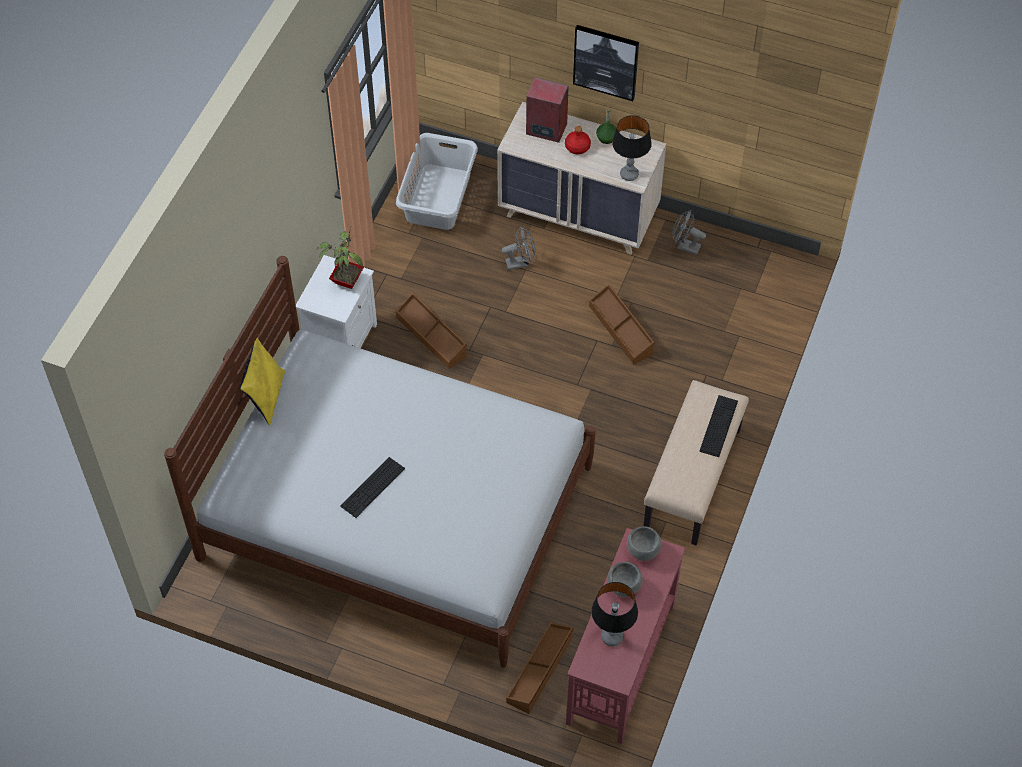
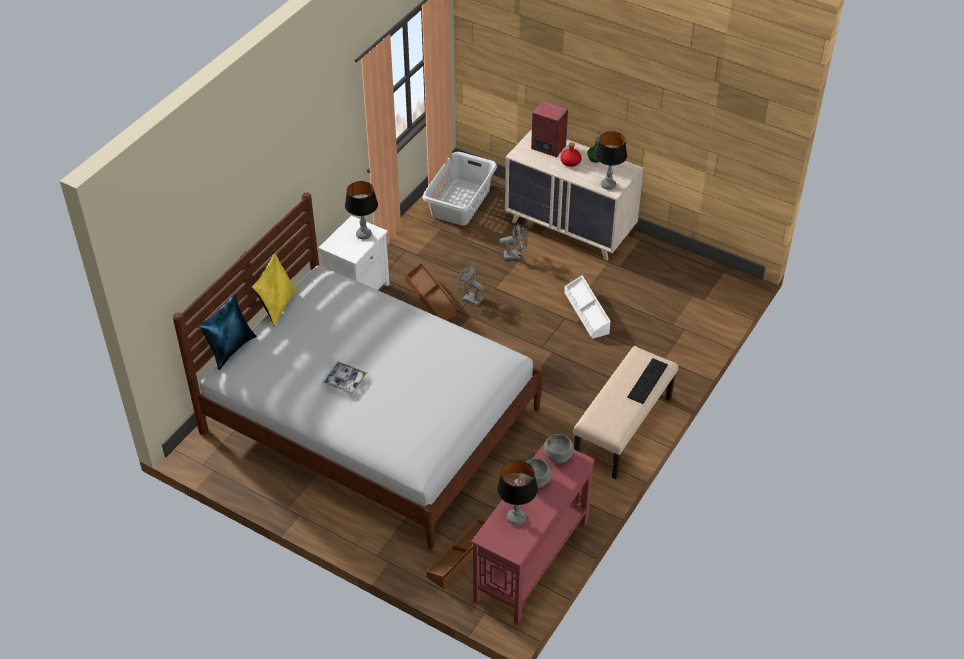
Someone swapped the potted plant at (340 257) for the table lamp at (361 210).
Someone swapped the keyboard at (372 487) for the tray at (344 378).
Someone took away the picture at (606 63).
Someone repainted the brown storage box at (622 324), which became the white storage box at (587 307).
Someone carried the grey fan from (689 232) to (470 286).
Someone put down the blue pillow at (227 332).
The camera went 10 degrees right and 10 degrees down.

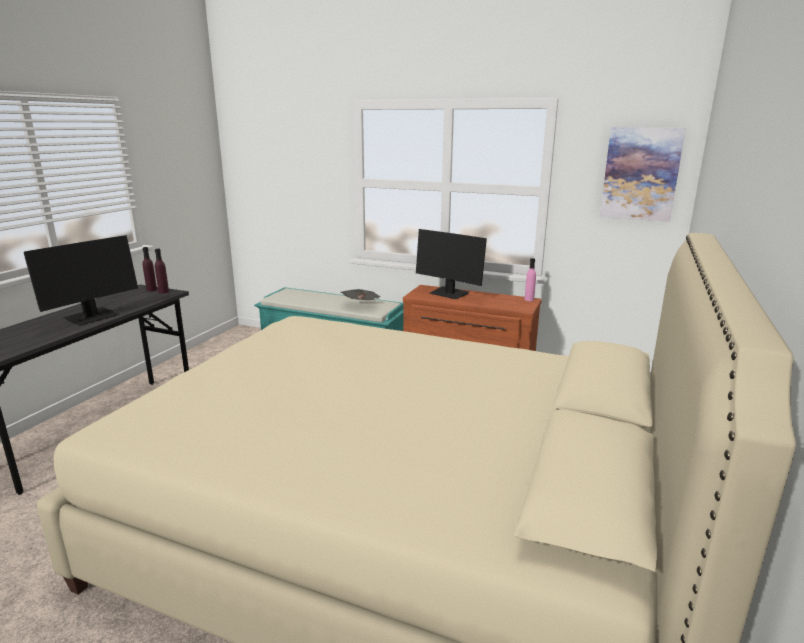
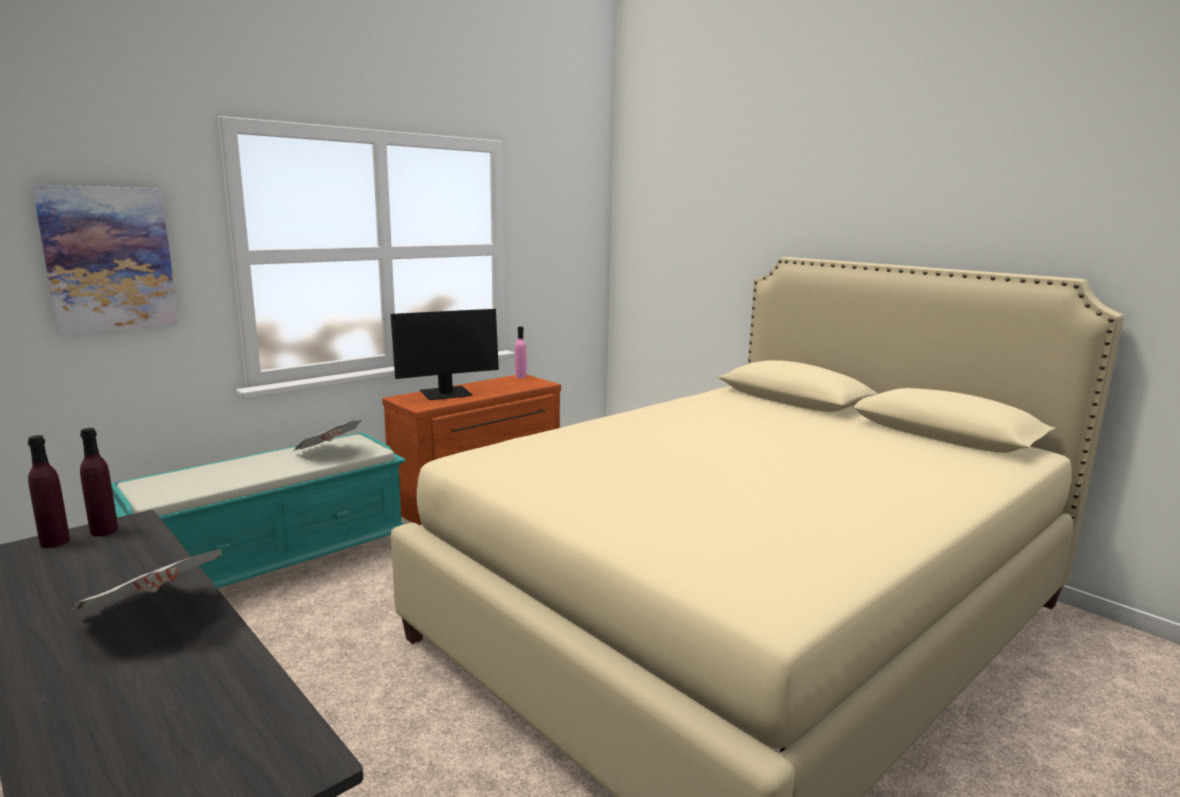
Someone swapped the monitor at (81 280) for the newspaper at (148 580).
Someone carried the picture from (643 174) to (105 260).
The camera went 65 degrees left and 5 degrees down.

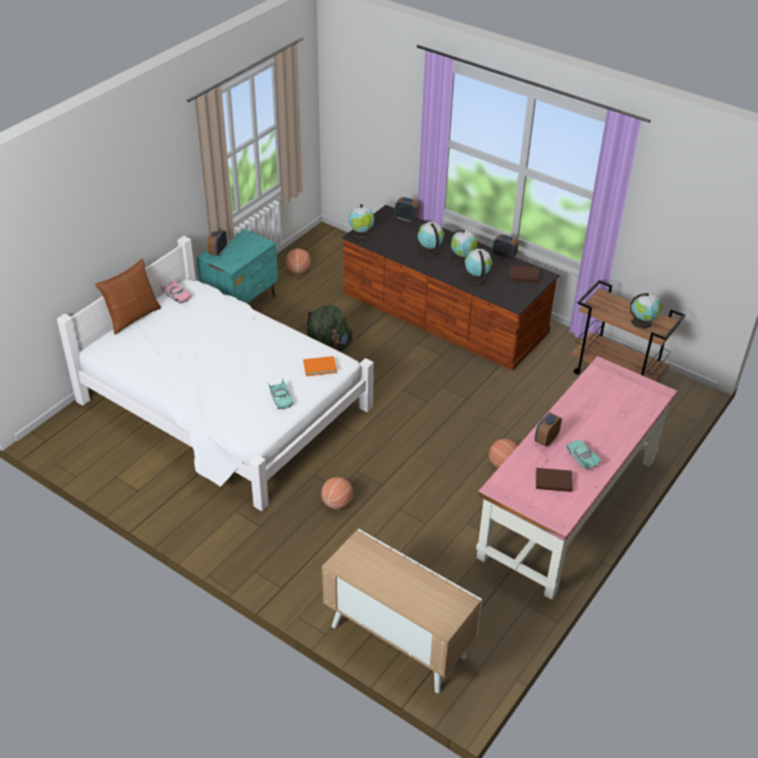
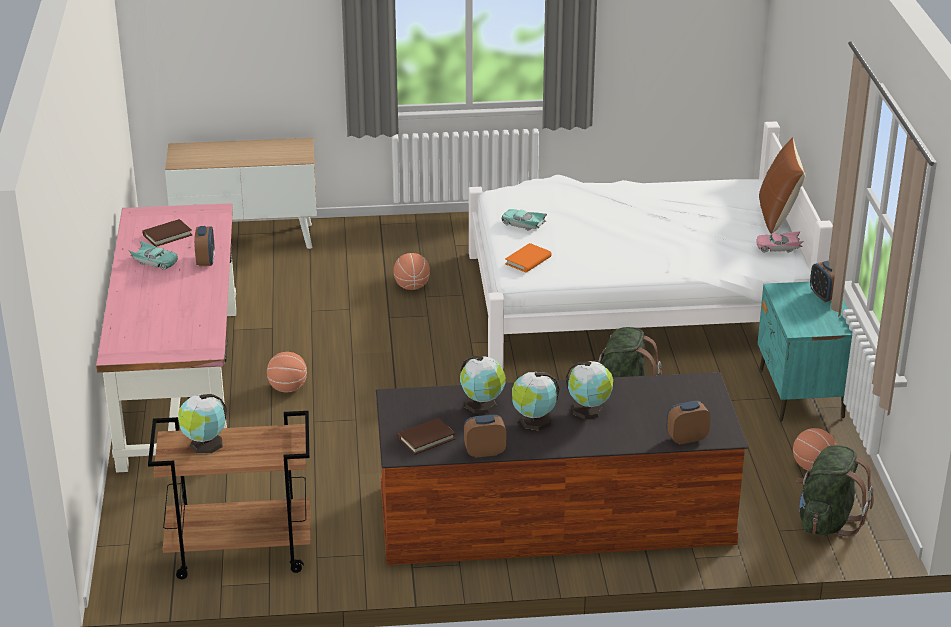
Someone took away the globe at (361 221).
Someone put down the green backpack at (835 491).
The camera went 140 degrees right and 10 degrees down.

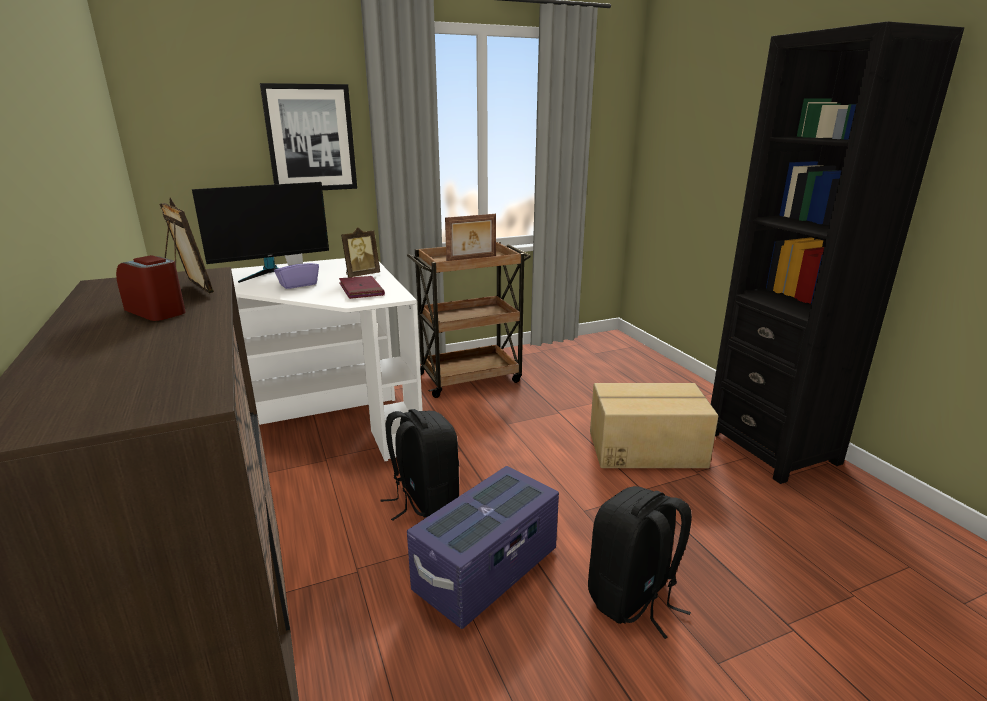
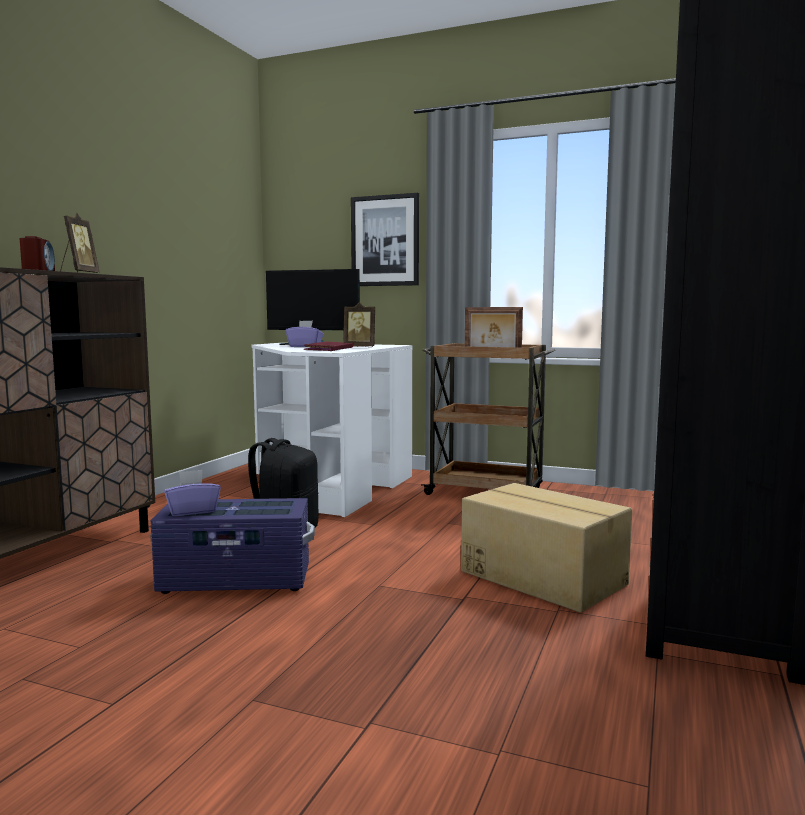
Someone took away the black backpack at (640 562).
Someone put down the purple tissue box at (192 493).
The camera went 45 degrees right and 15 degrees down.

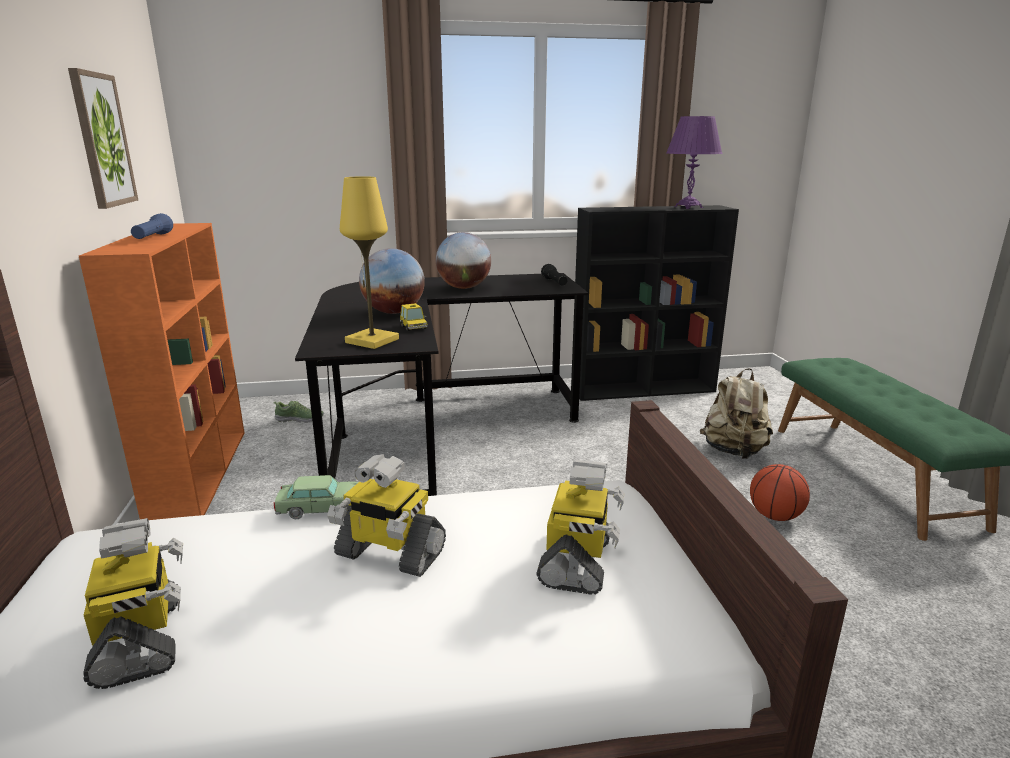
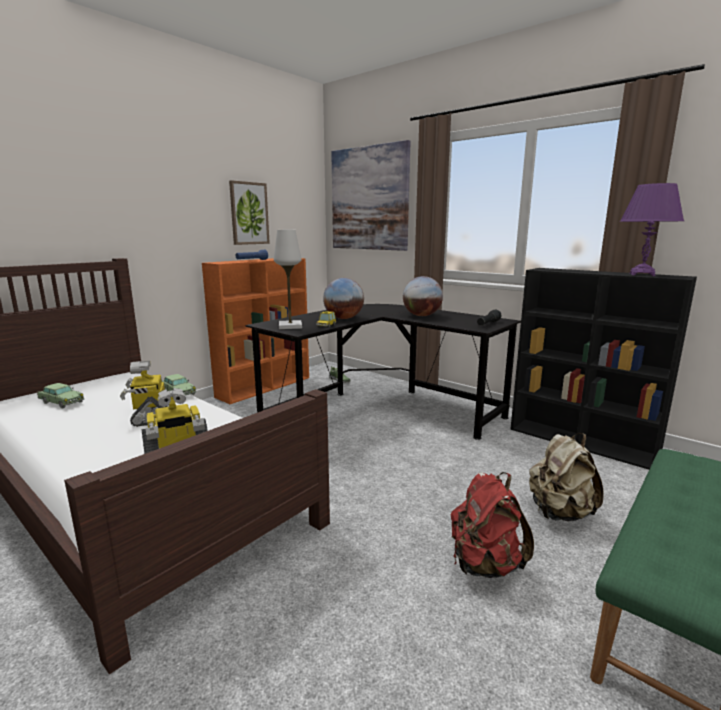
Someone swapped the toy robot at (133 603) for the toy car at (60 396).
Someone repainted the yellow table lamp at (369 262), which became the white table lamp at (288 279).
Someone swapped the basketball at (780 492) for the red backpack at (492 525).
Someone put up the picture at (371 195).
The camera went 50 degrees right and 5 degrees down.

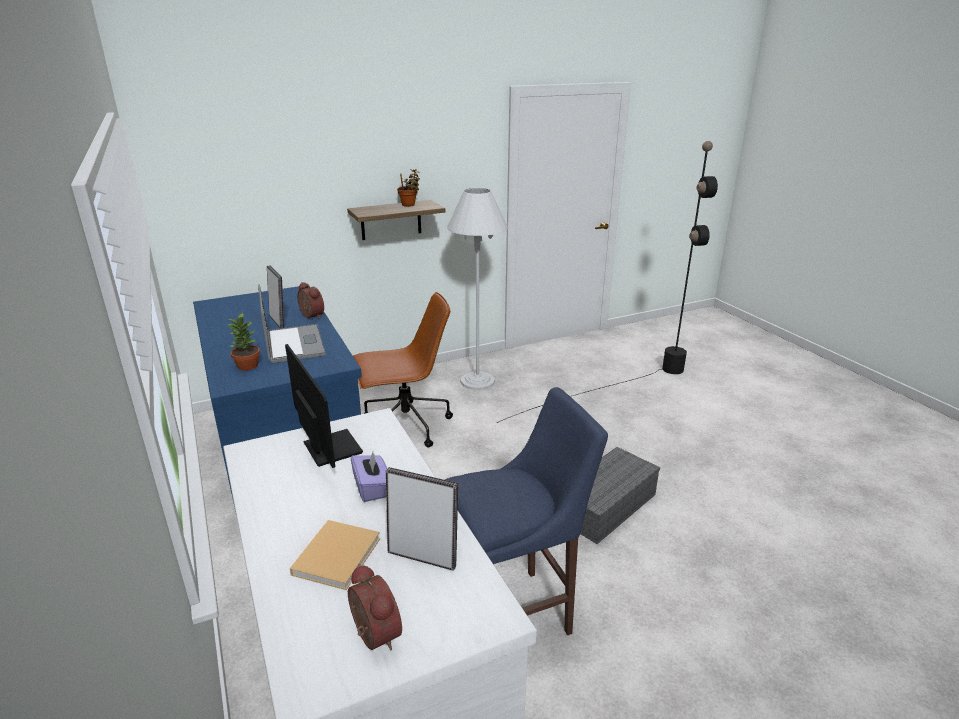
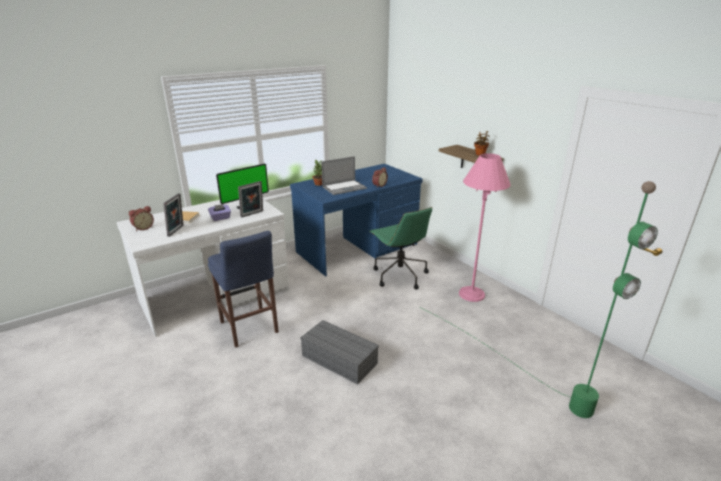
Someone carried the picture frame from (275 297) to (250 199).
Someone repainted the brown office chair at (403 370), which became the green office chair at (400 248).
Someone repainted the white floor lamp at (477 289), which became the pink floor lamp at (485 227).
Someone repainted the black floor lamp at (607 282), which became the green floor lamp at (547 299).
The camera went 80 degrees right and 0 degrees up.

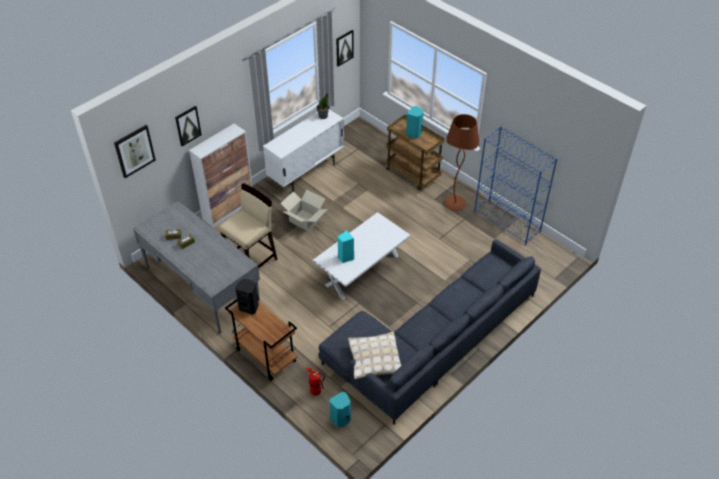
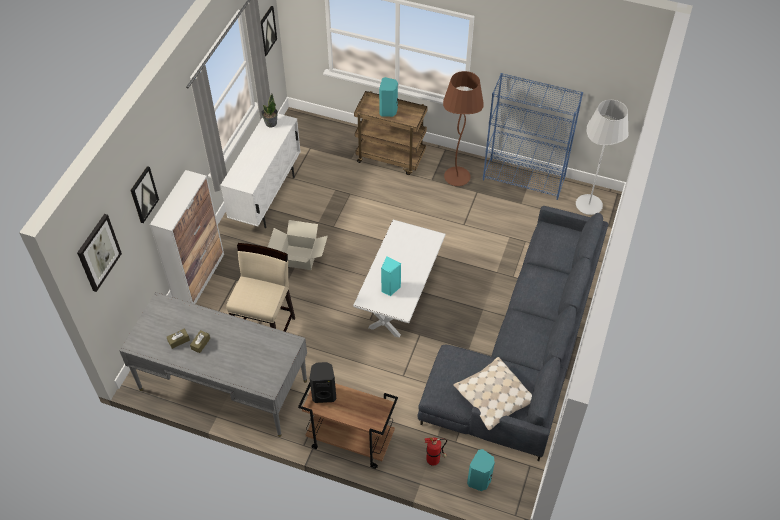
Someone put down the white floor lamp at (602 157).
The camera went 25 degrees left and 5 degrees up.

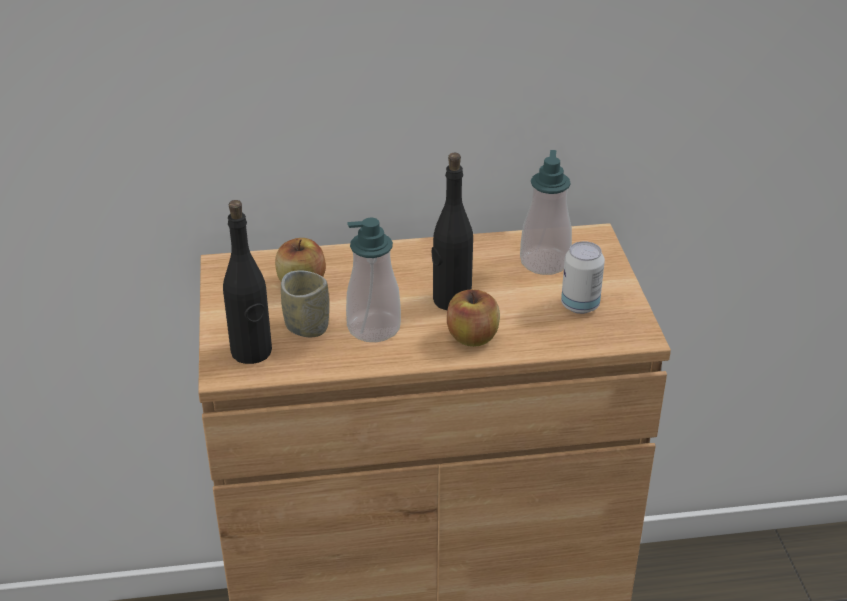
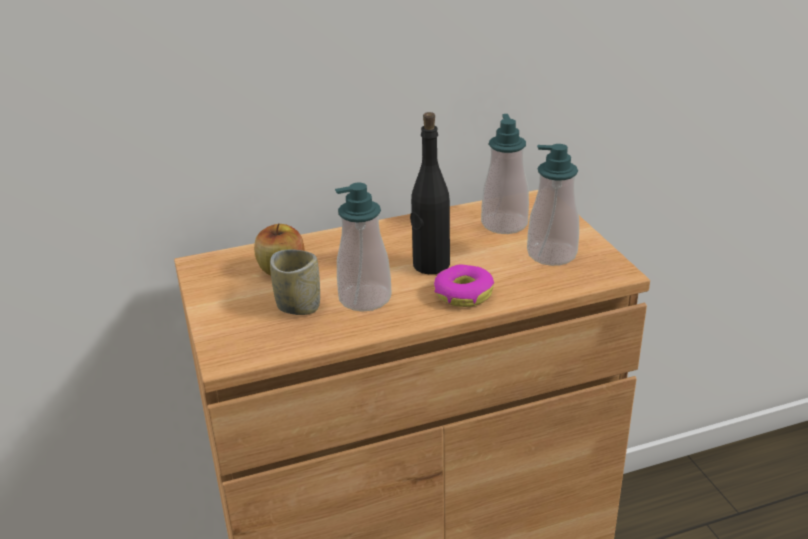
Someone took away the black bottle at (247 282).
Someone swapped the apple at (473 318) for the donut at (464 285).
Someone swapped the can at (583 277) for the soap dispenser at (553 205).
The camera went 10 degrees left and 5 degrees down.

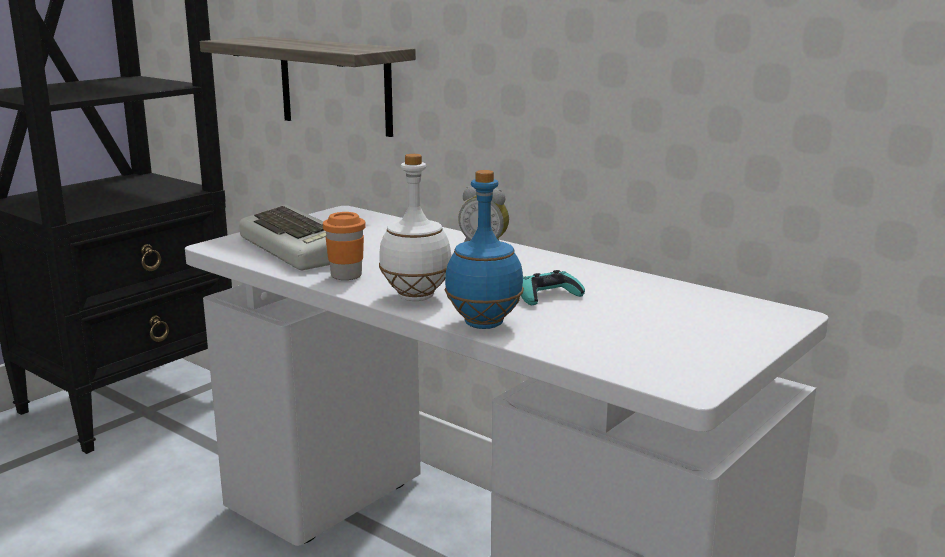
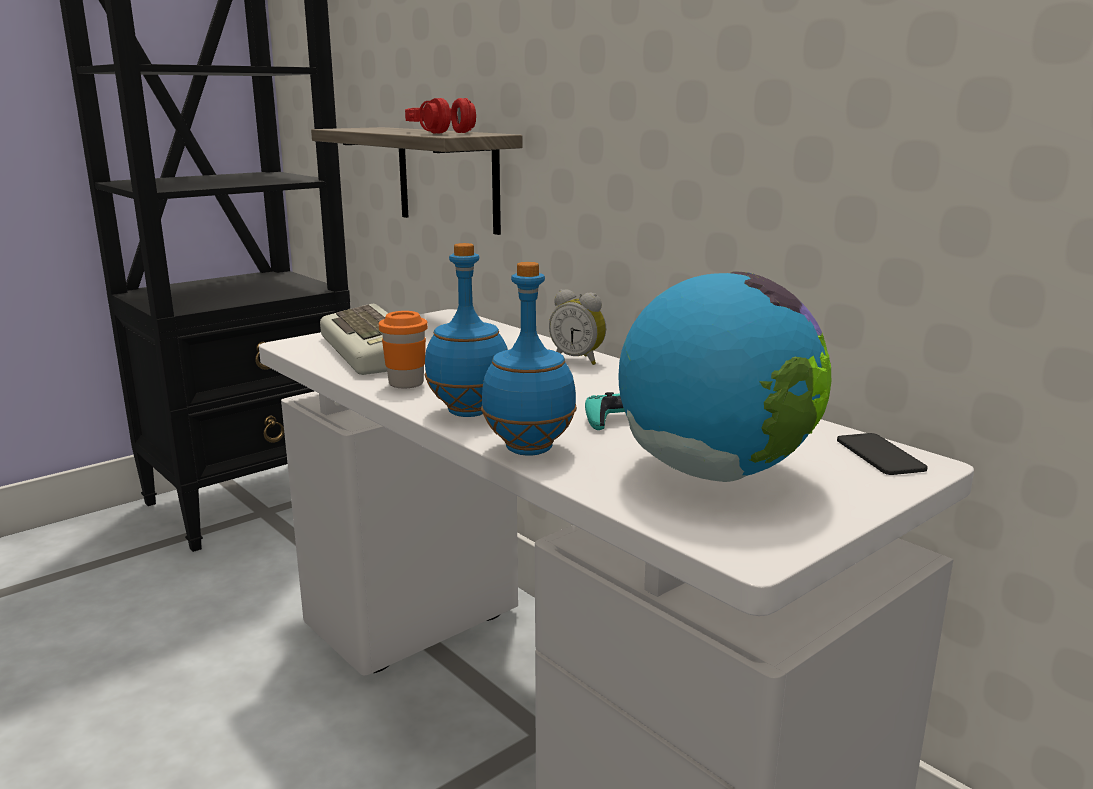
Someone repainted the white bottle at (415 227), which became the blue bottle at (466 330).
Someone put down the red headphones at (440 116).
Someone put down the globe at (724 376).
Someone put down the phone at (882 454).
The camera went 10 degrees right and 0 degrees up.

